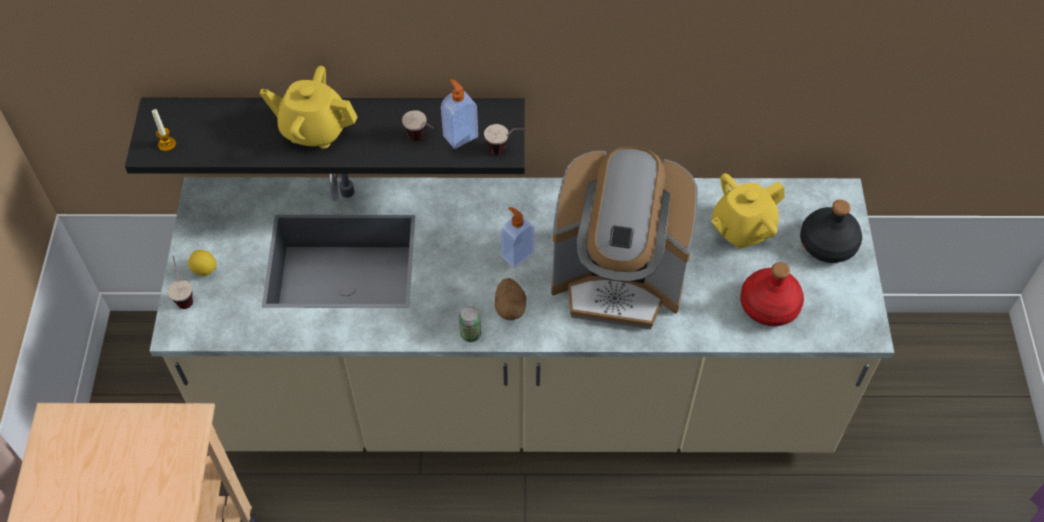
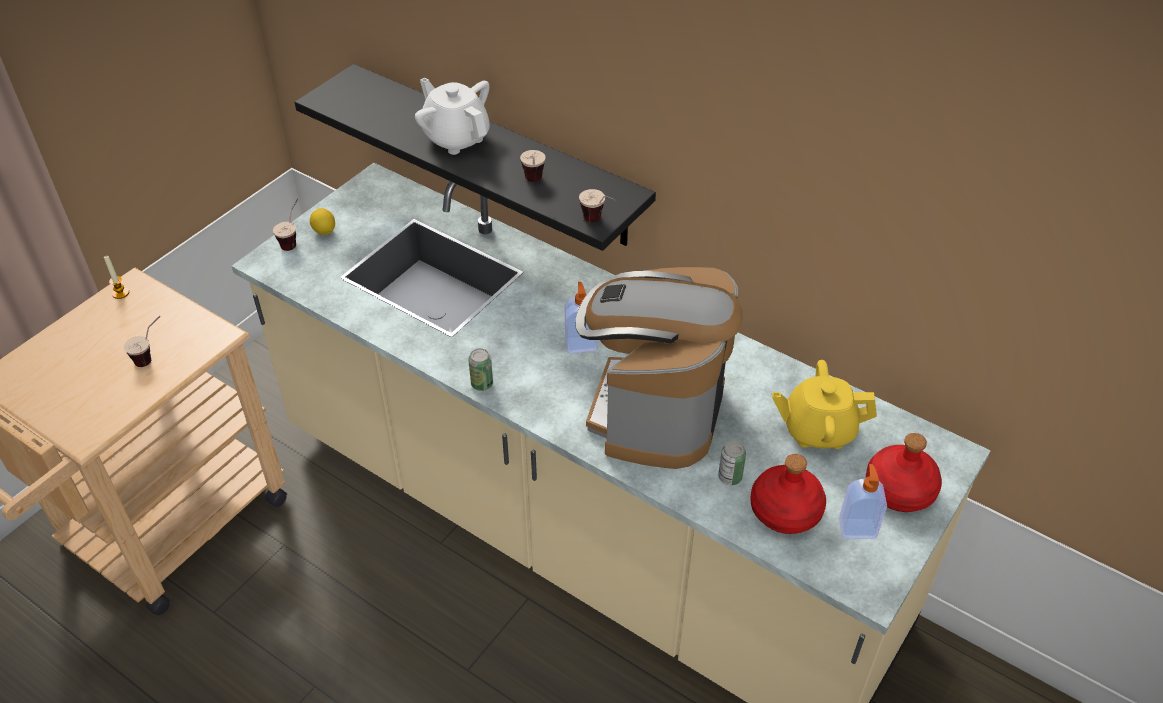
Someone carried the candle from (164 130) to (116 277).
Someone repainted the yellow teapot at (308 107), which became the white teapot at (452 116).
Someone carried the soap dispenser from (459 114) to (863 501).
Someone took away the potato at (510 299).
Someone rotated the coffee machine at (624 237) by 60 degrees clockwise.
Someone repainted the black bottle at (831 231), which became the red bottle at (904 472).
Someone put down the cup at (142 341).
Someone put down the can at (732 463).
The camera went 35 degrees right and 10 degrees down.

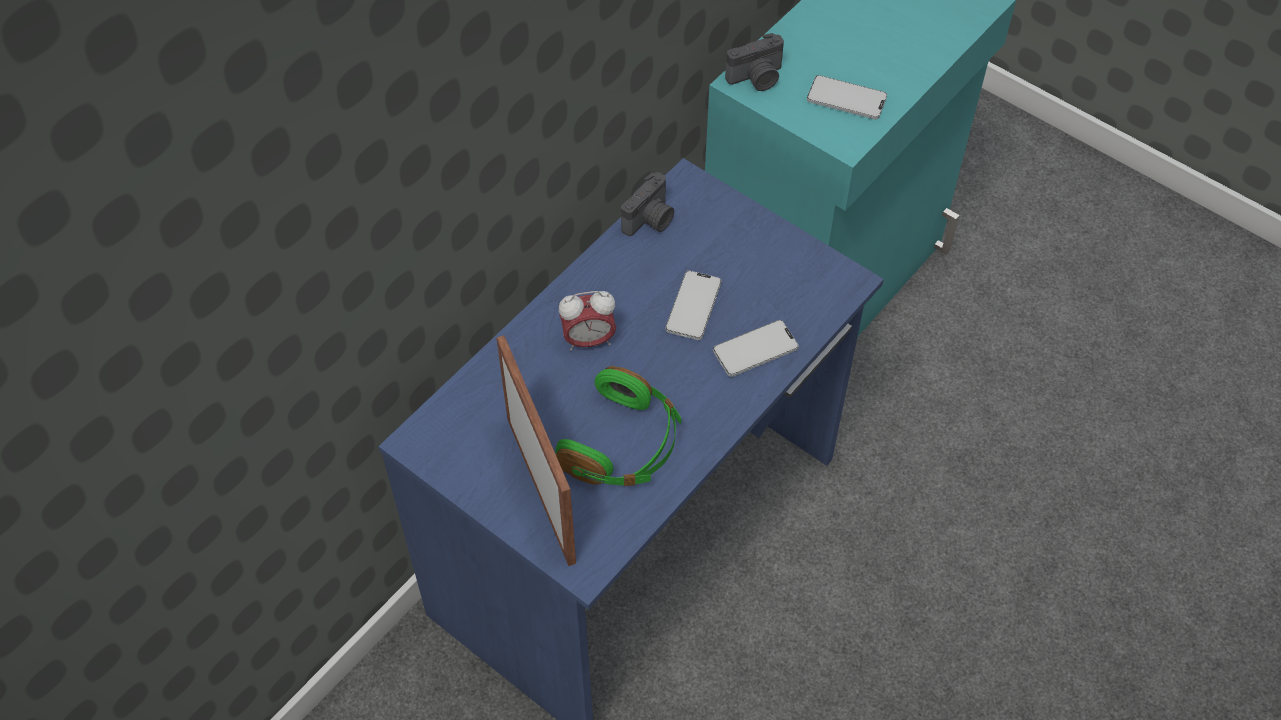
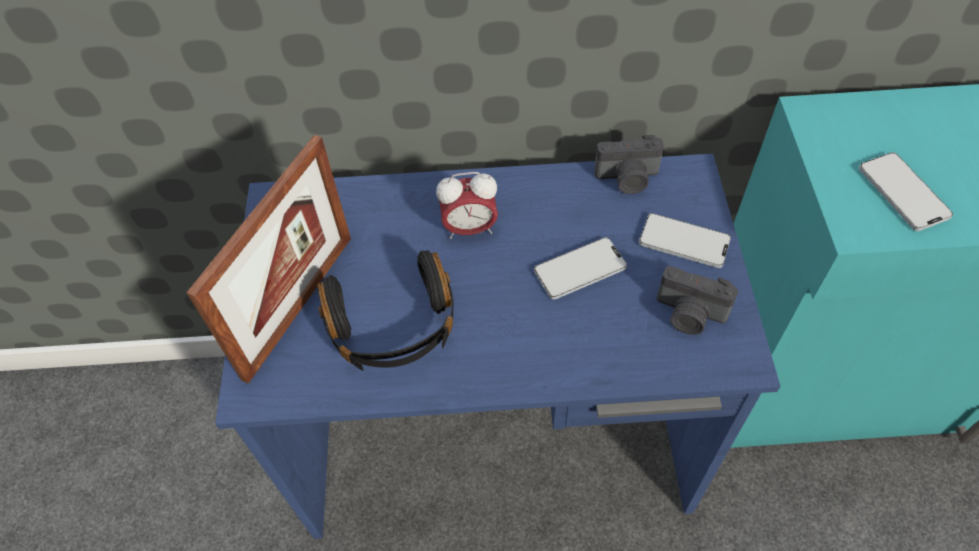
Someone repainted the green headphones at (619 426), which became the black headphones at (385 310).
Someone rotated the alarm clock at (587 321) by 45 degrees counterclockwise.
Someone carried the phone from (756 348) to (685 240).
Someone carried the photo camera from (754 62) to (697 300).
The camera went 50 degrees right and 0 degrees up.

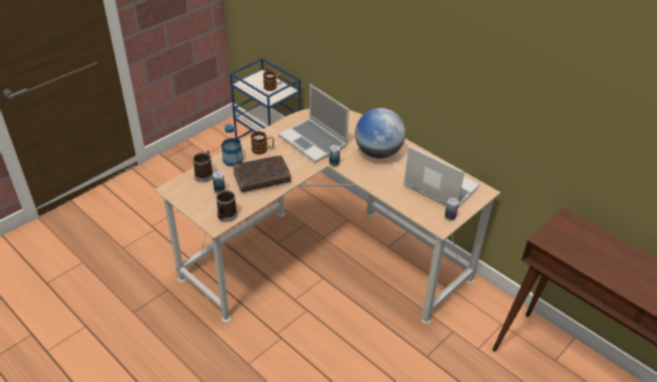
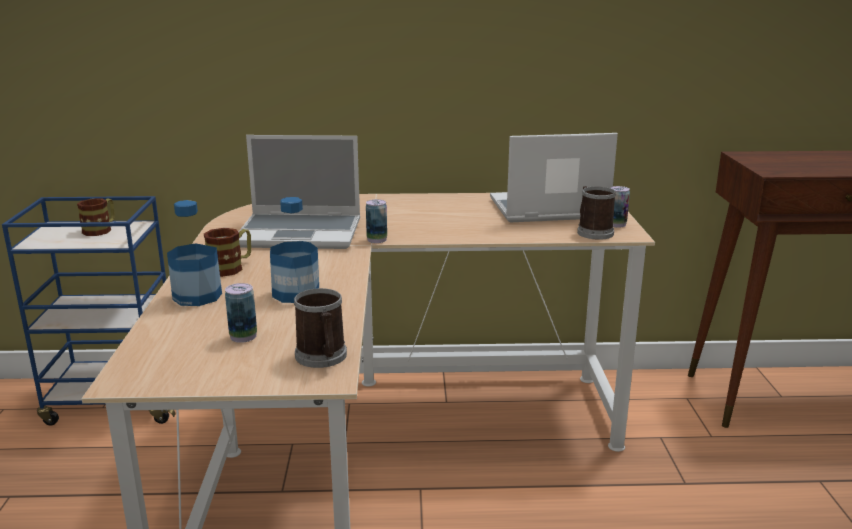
Someone carried the mug from (203 166) to (596 213).
Someone swapped the brown book at (262 173) for the bottle at (294 250).
Someone took away the globe at (380 133).
The camera went 45 degrees left and 20 degrees down.

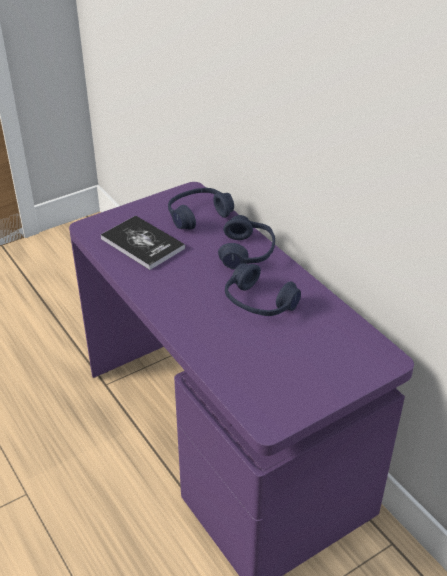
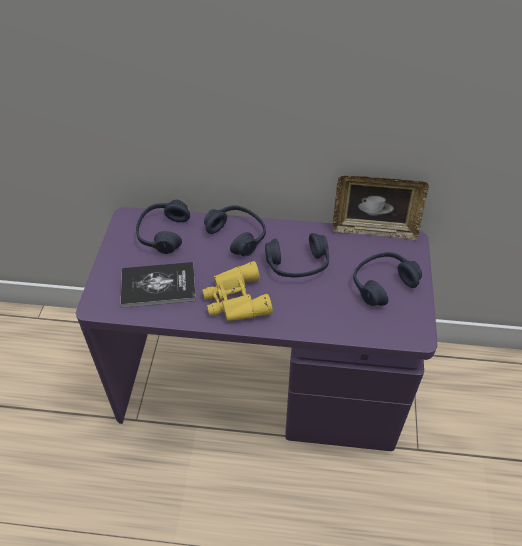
Someone put down the yellow binoculars at (237 291).
Someone put down the picture frame at (380 208).
Someone put down the blue headphones at (387 279).
The camera went 50 degrees left and 10 degrees up.

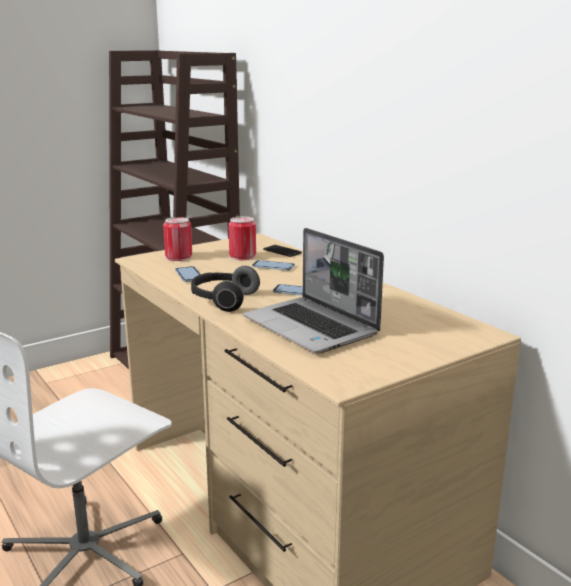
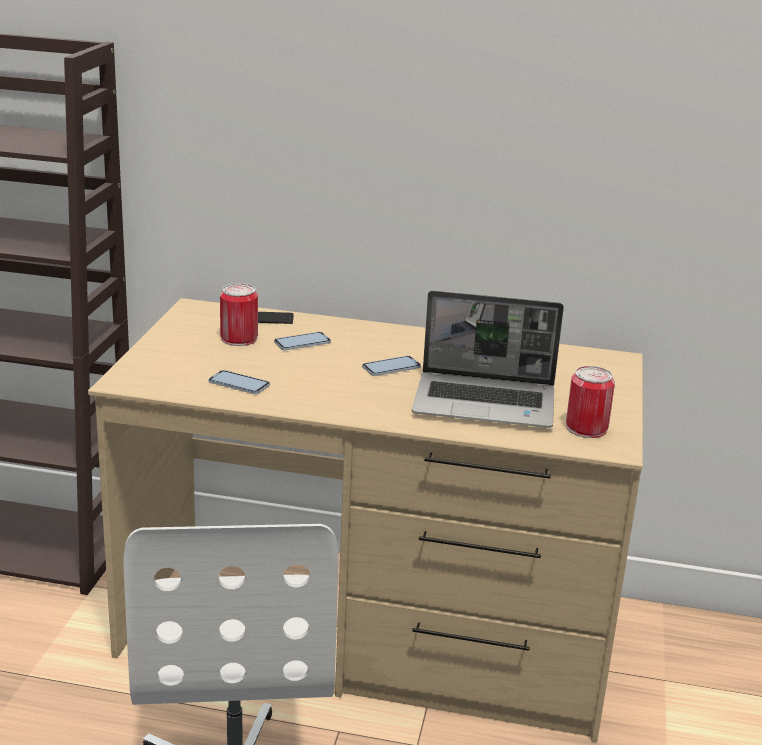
Someone carried the can from (177 239) to (590 402).
Someone took away the headphones at (225 289).
The camera went 45 degrees left and 5 degrees up.

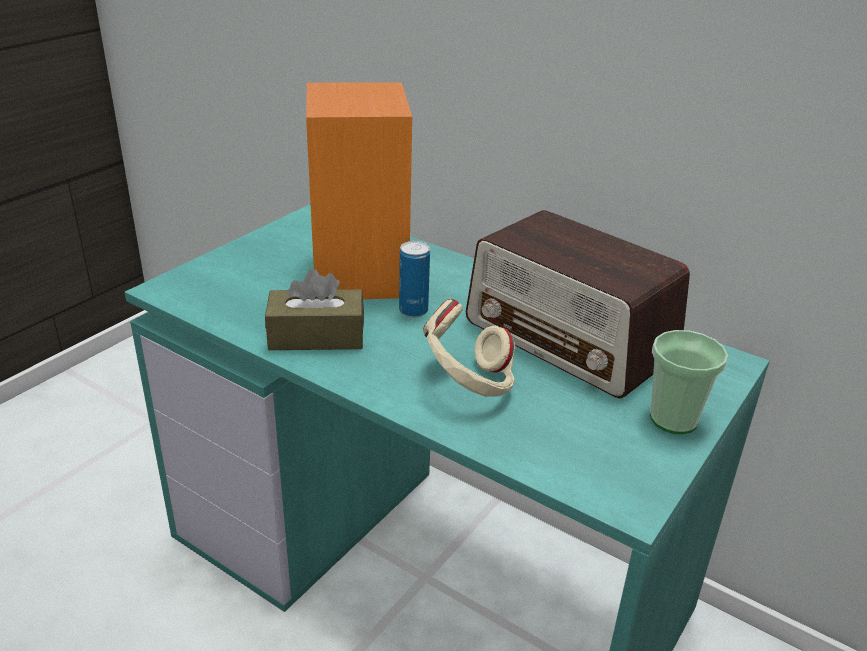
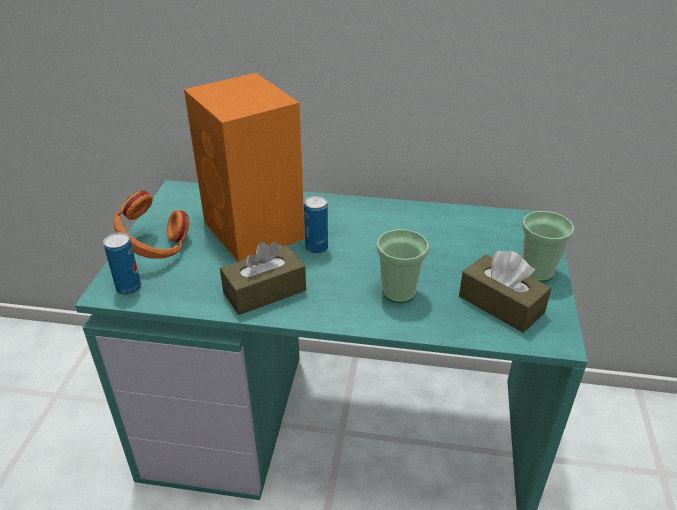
Someone swapped the beige headphones at (469 348) for the cup at (403 266).
Someone took away the radio at (578 304).
Someone put down the can at (122 264).
Someone put down the orange headphones at (151 225).
Someone put down the brown tissue box at (505 292).
The camera went 25 degrees left and 5 degrees up.

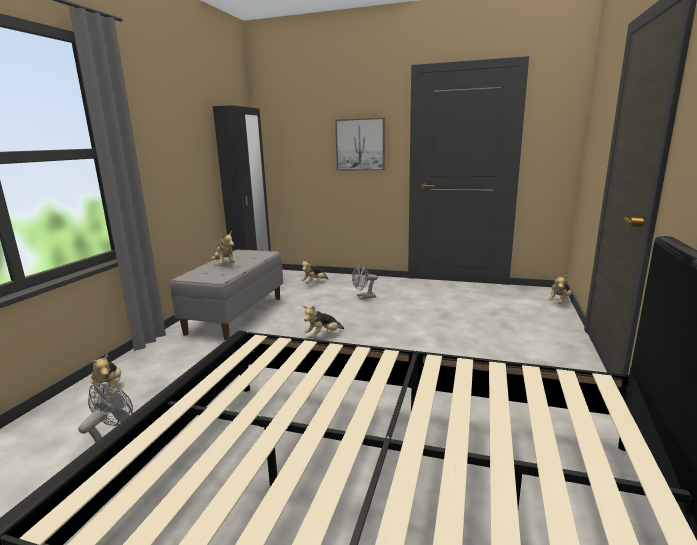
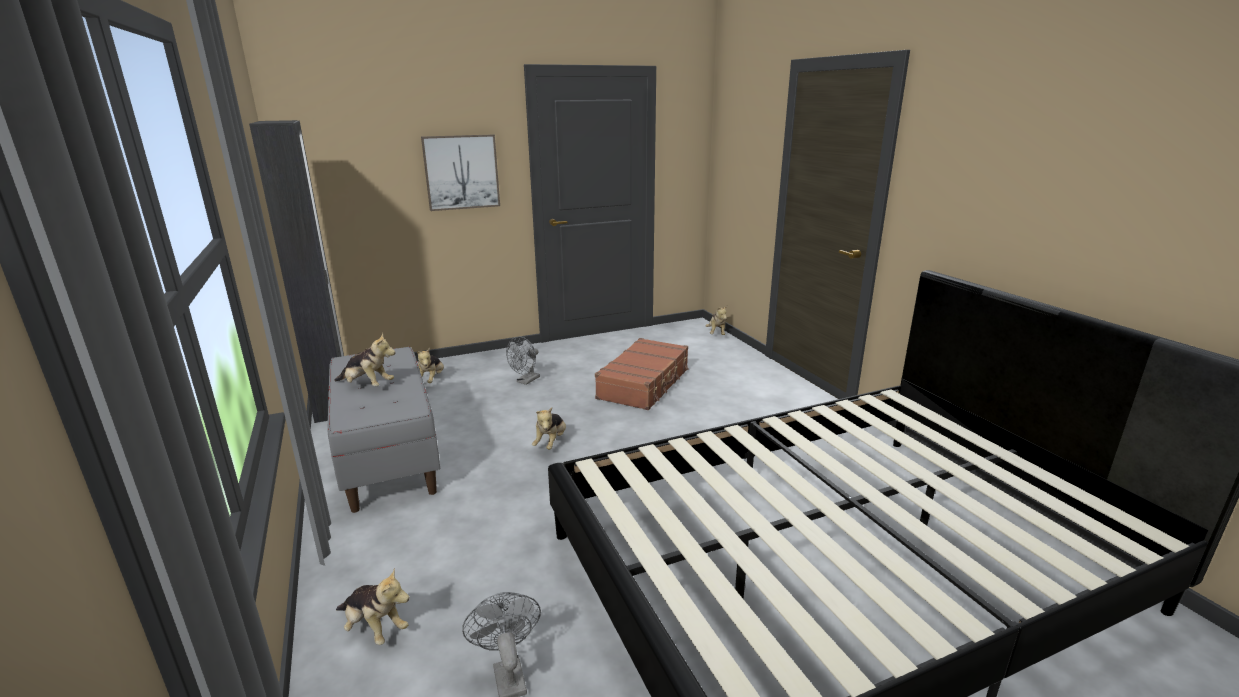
Someone put down the brown suitcase at (642 374).
The camera went 40 degrees left and 5 degrees up.

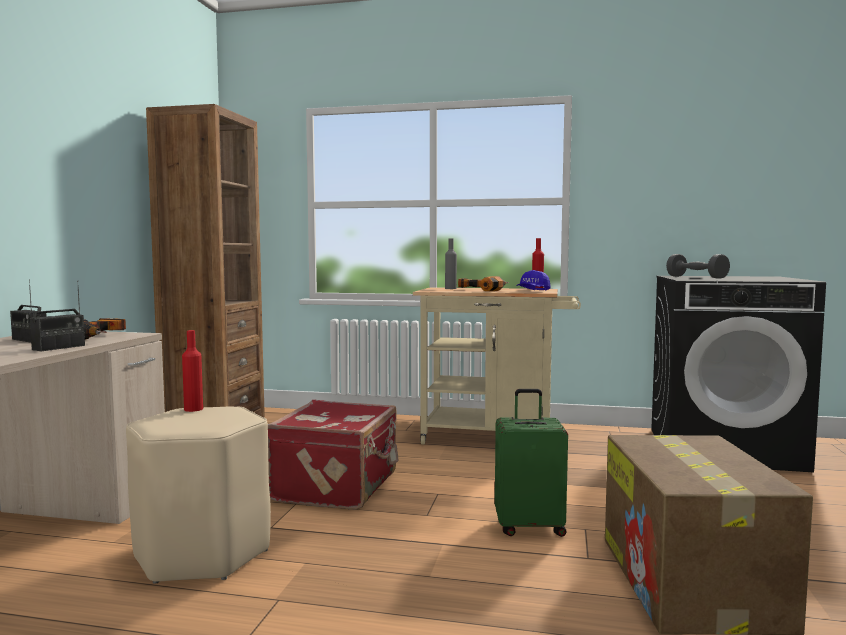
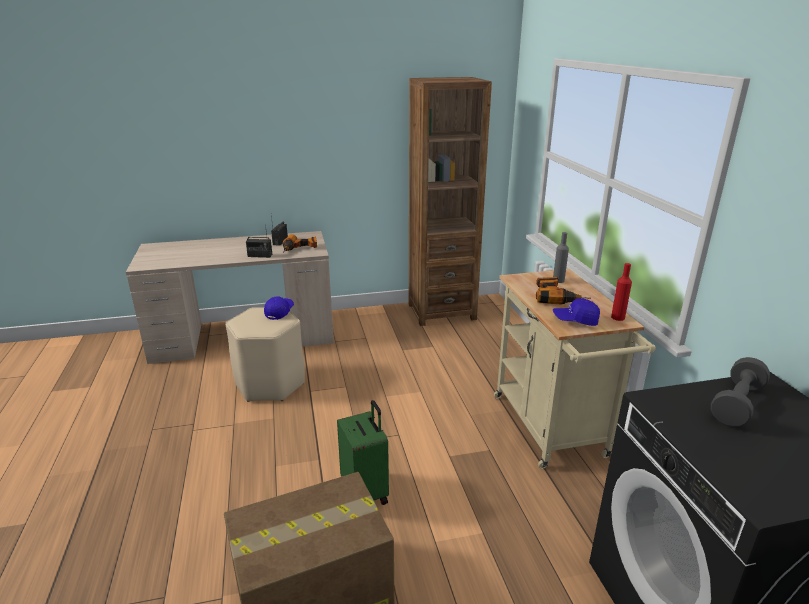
Someone swapped the red bottle at (192 371) for the blue cap at (279 308).
Someone took away the red suitcase at (333 455).
The camera went 65 degrees right and 20 degrees up.

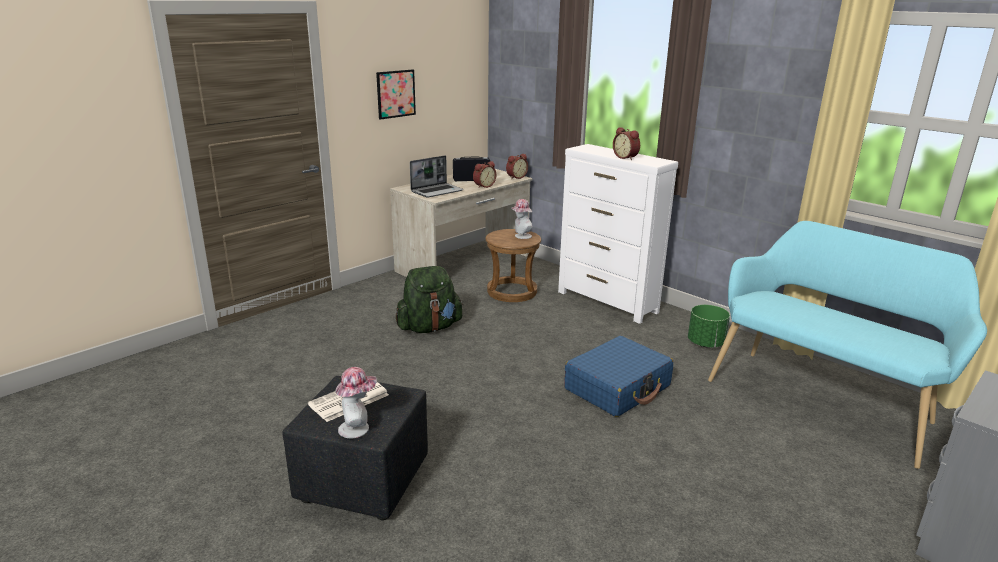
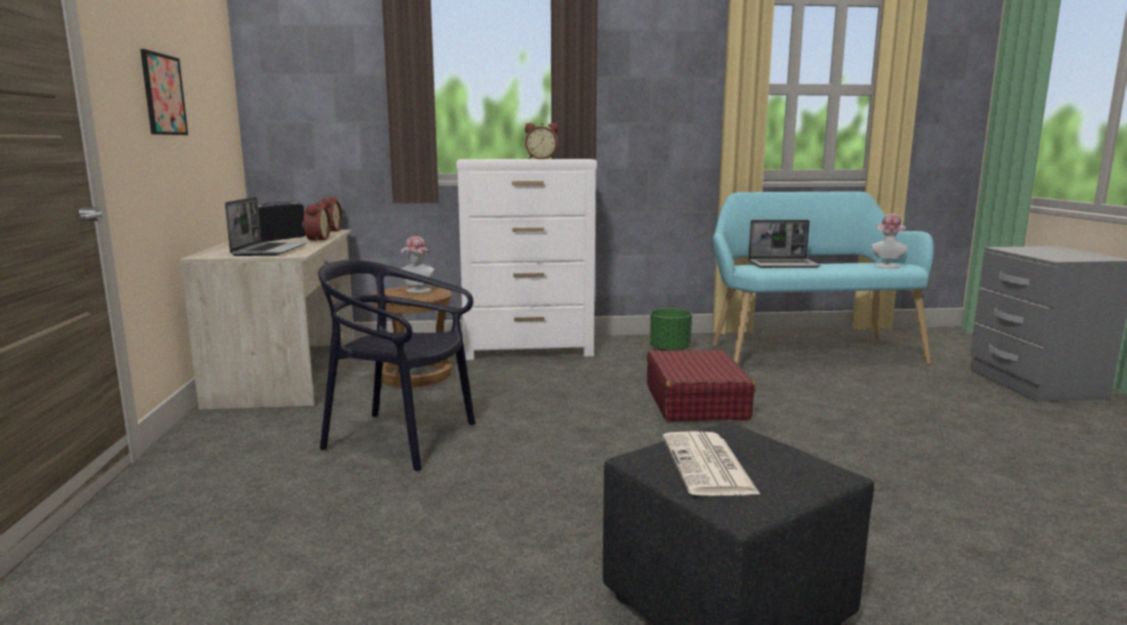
Someone carried the hat from (356 402) to (889 240).
Someone swapped the green backpack at (429 299) for the black chair at (397 365).
Someone repainted the blue suitcase at (618 376), which became the red suitcase at (701 385).
Someone put down the laptop at (784 244).
The camera went 50 degrees left and 10 degrees down.

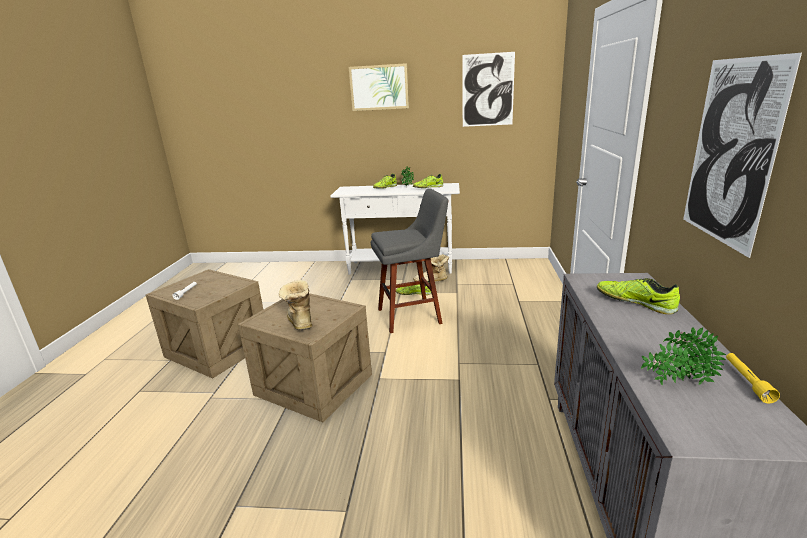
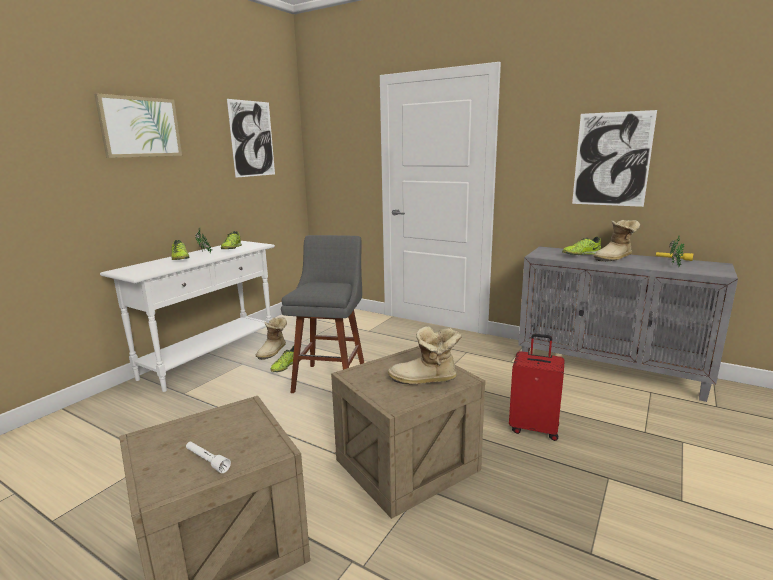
Someone put down the red suitcase at (537 387).
Someone put down the boot at (617 241).
The camera went 65 degrees left and 5 degrees down.

